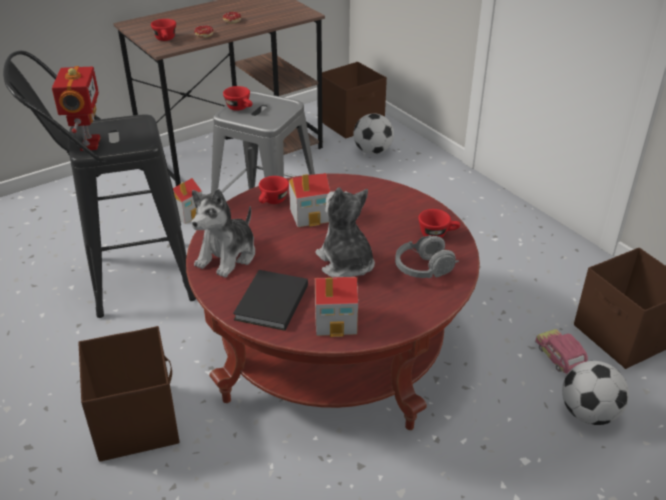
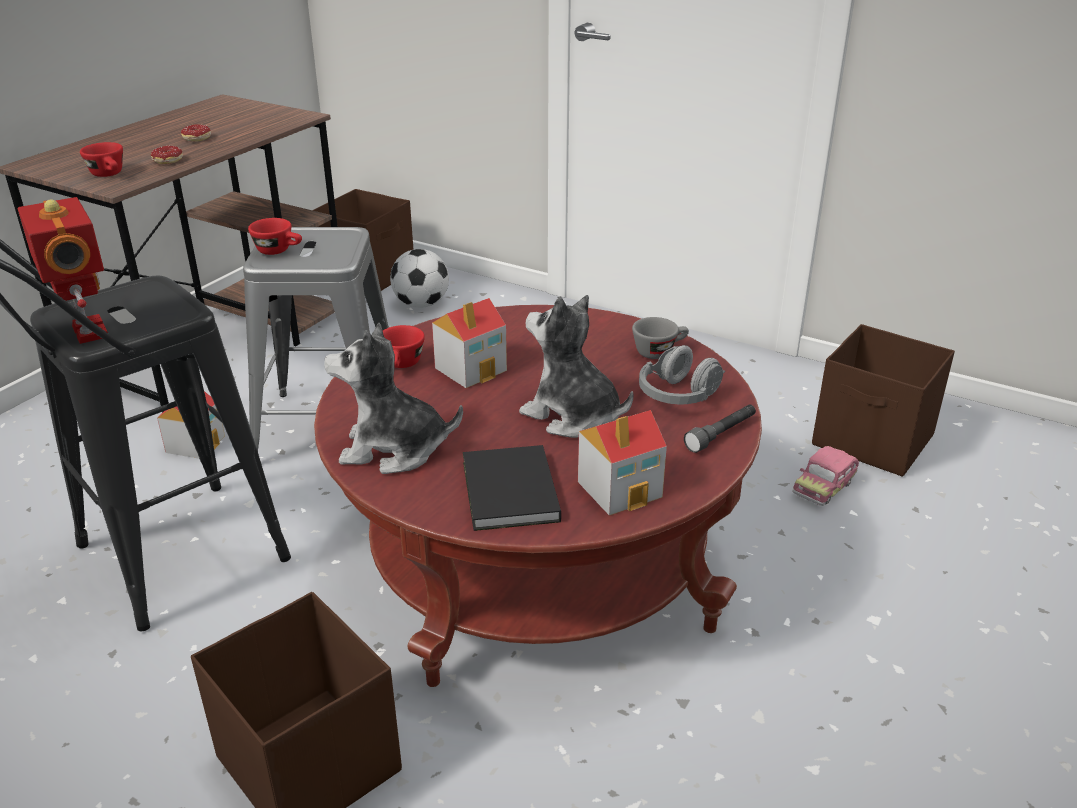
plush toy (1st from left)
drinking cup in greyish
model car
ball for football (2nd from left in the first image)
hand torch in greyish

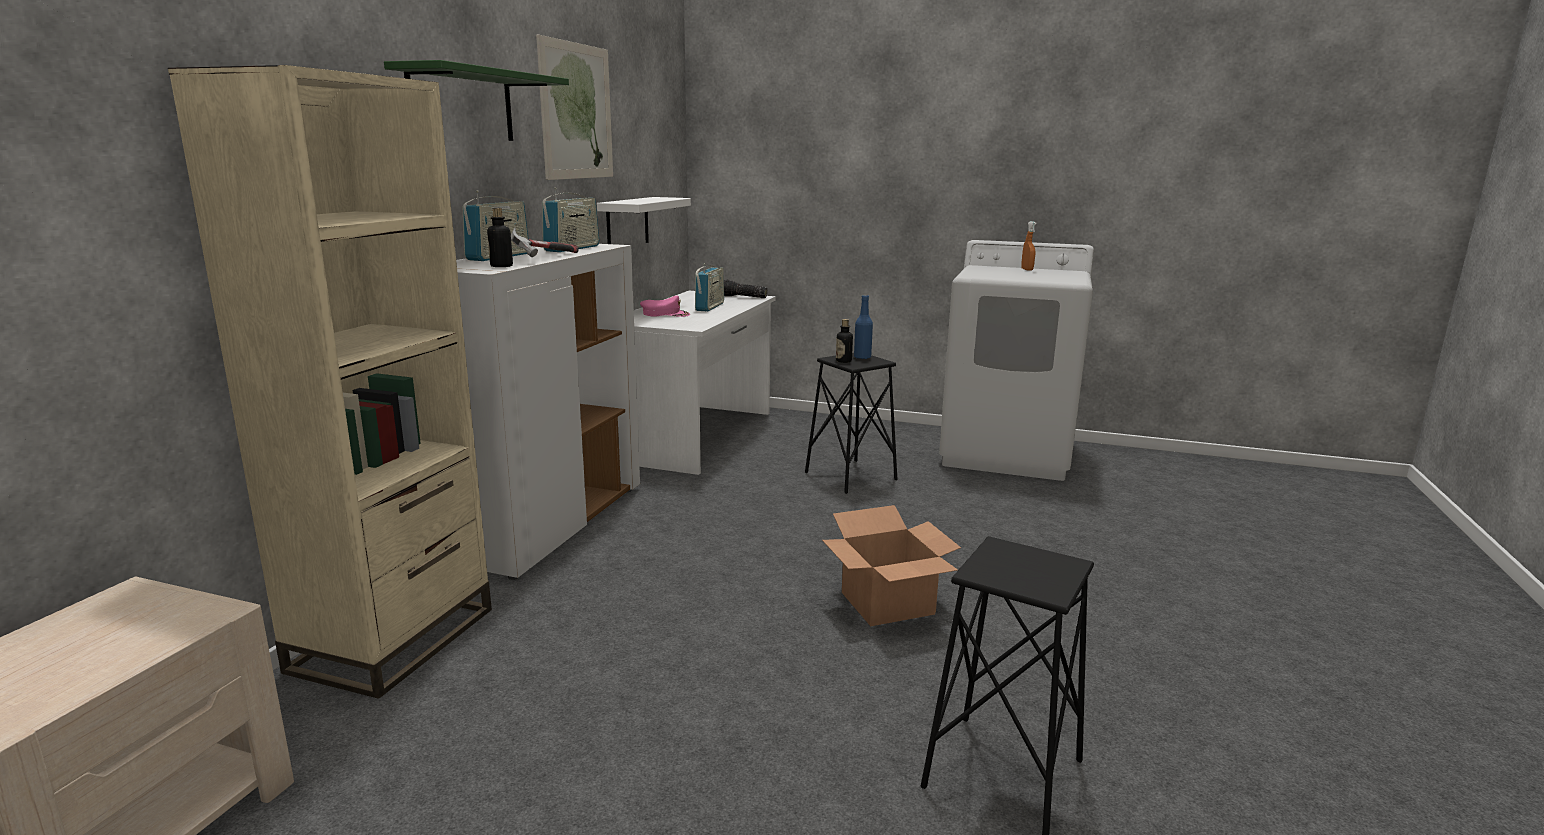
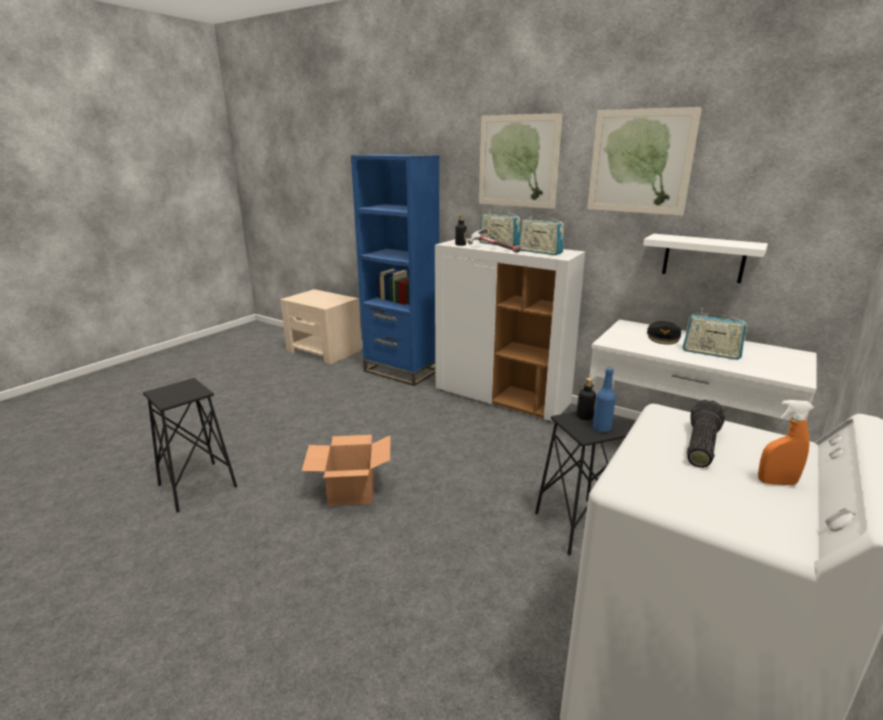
wall picture (1st from left)
bookcase in blue
hand torch
baseball cap in blackish

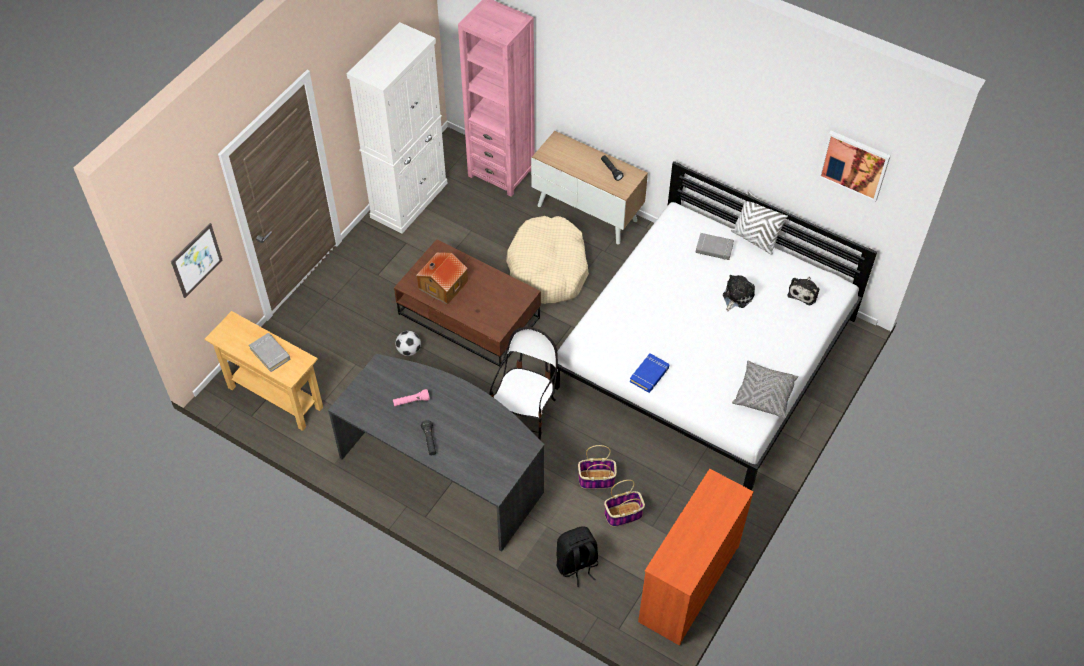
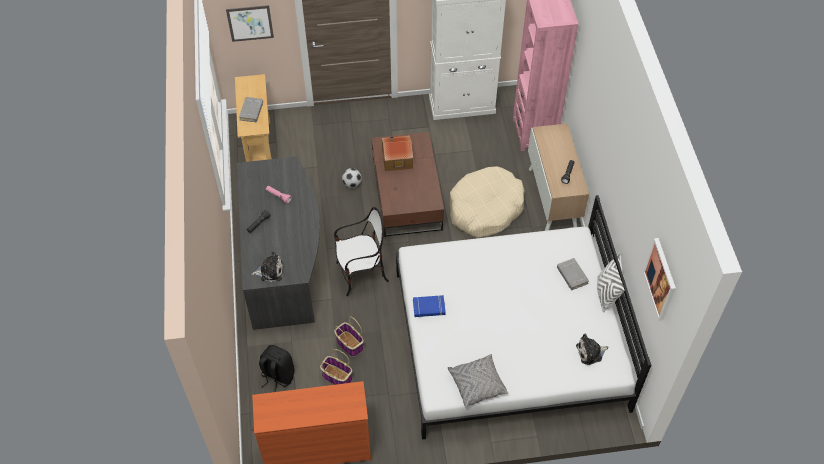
plush toy (1st from left)

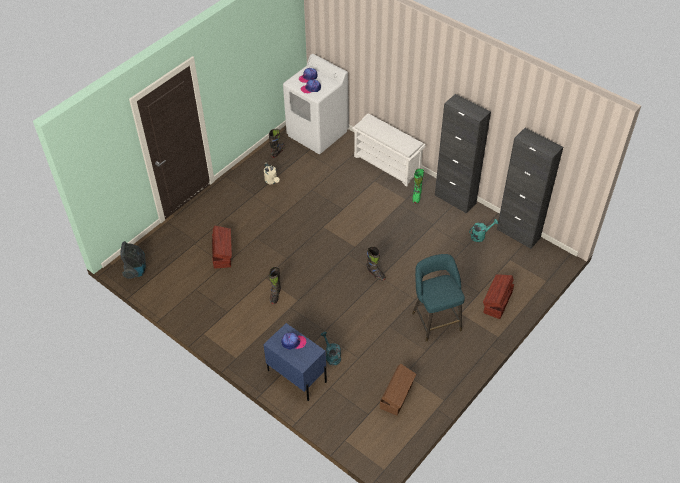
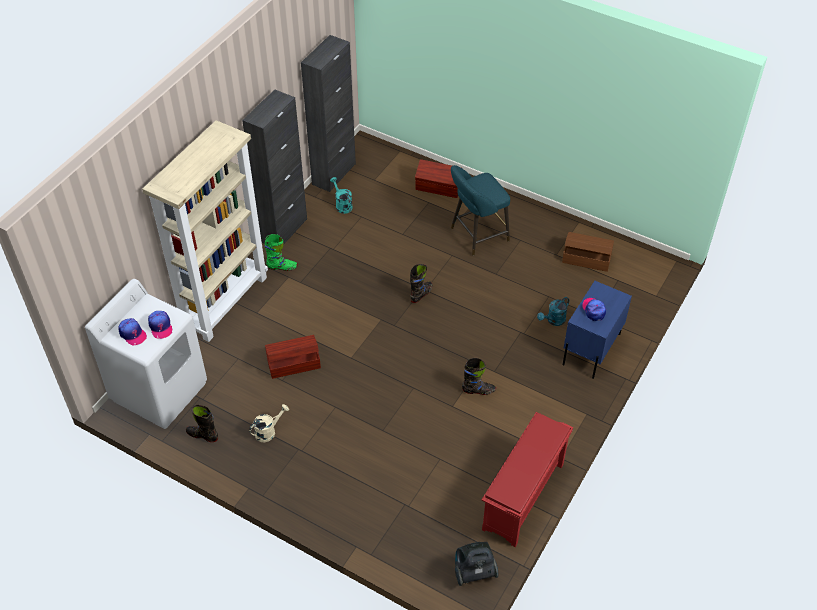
bookcase in sand-coloured
storage box in brown-coloured (1st from left)
shoe stand in red-coloured

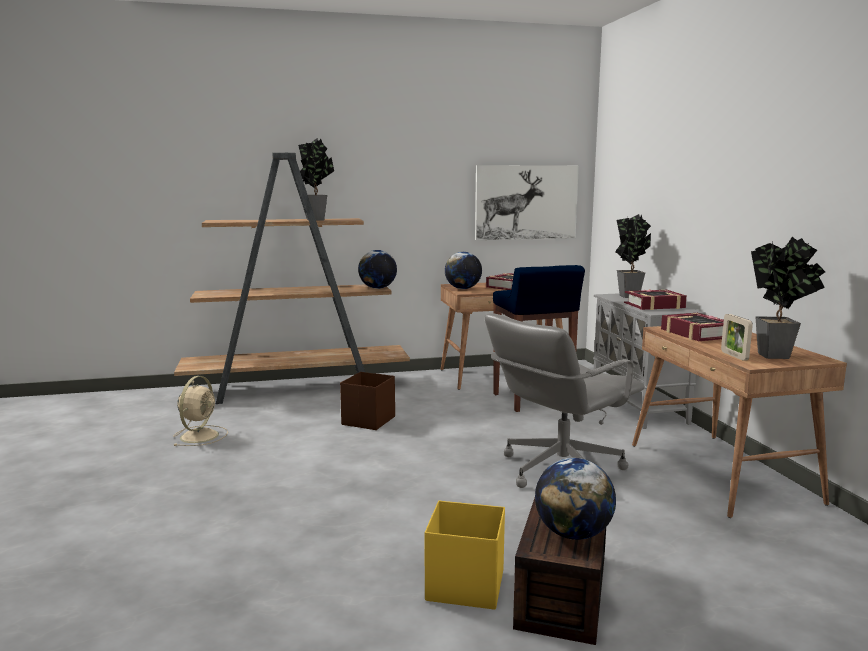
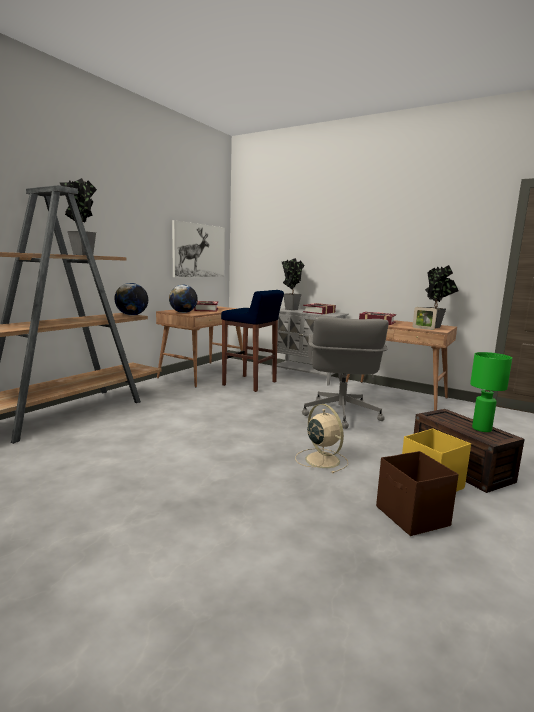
storage box in brown-coloured (1st from left)
fan in sand-coloured
lamp for a table in green-coloured

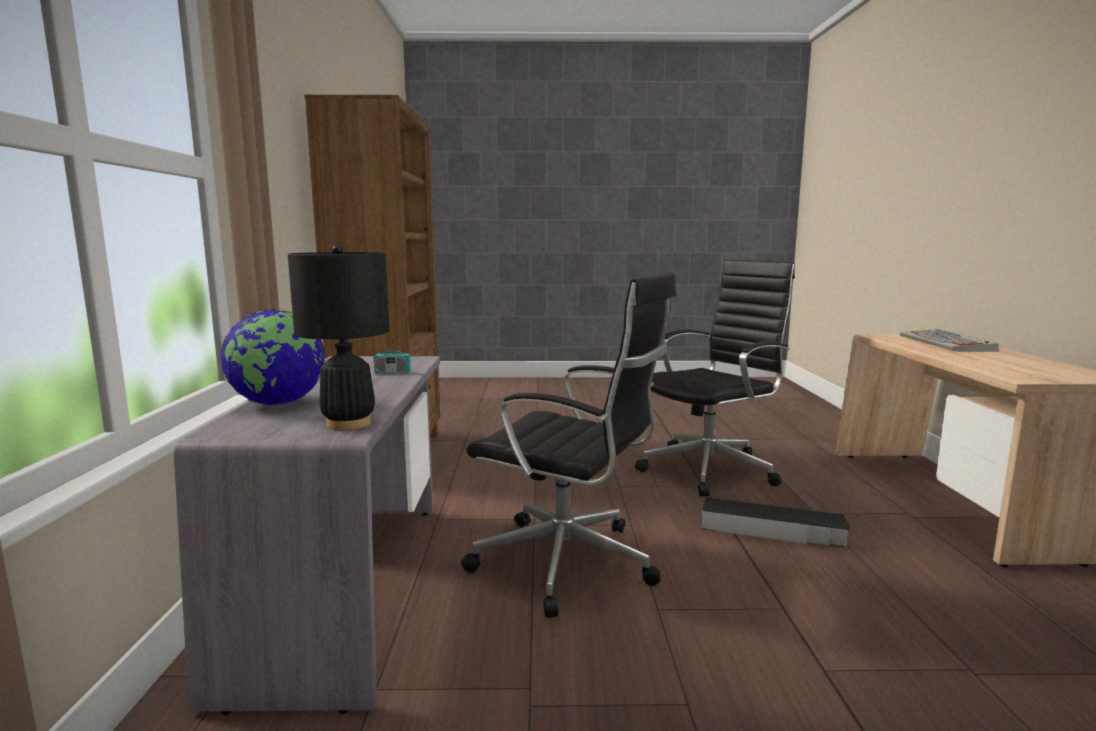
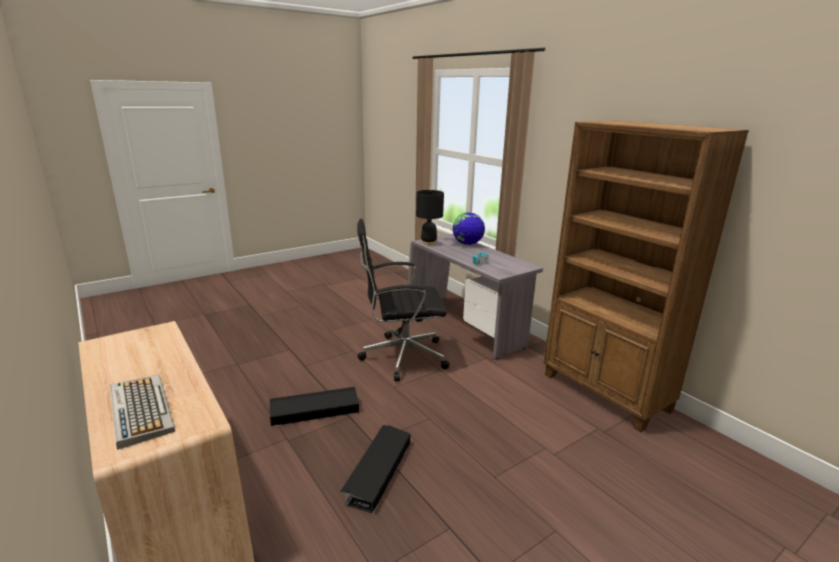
storage box in blackish (2nd from left)

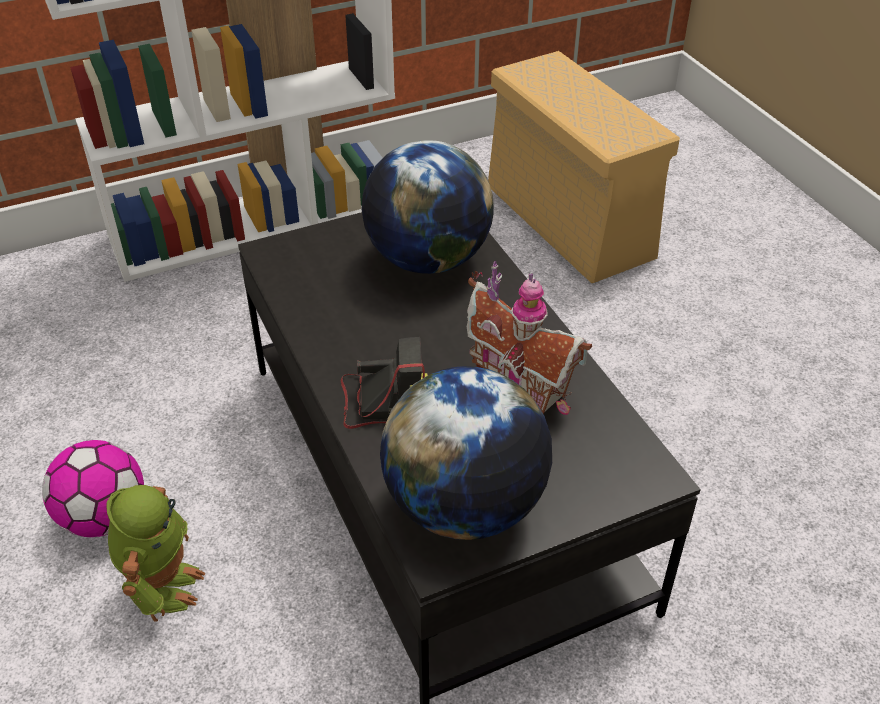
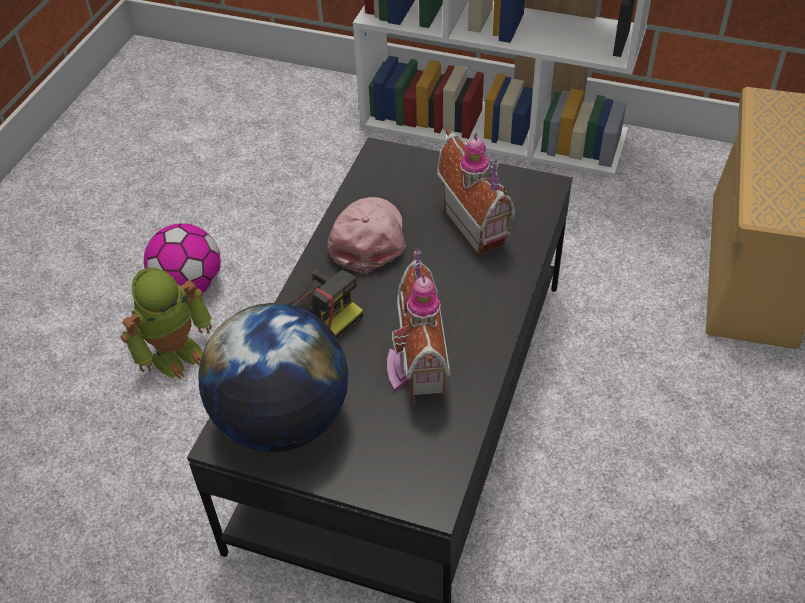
model house (2nd from left)
baseball cap in pinkish

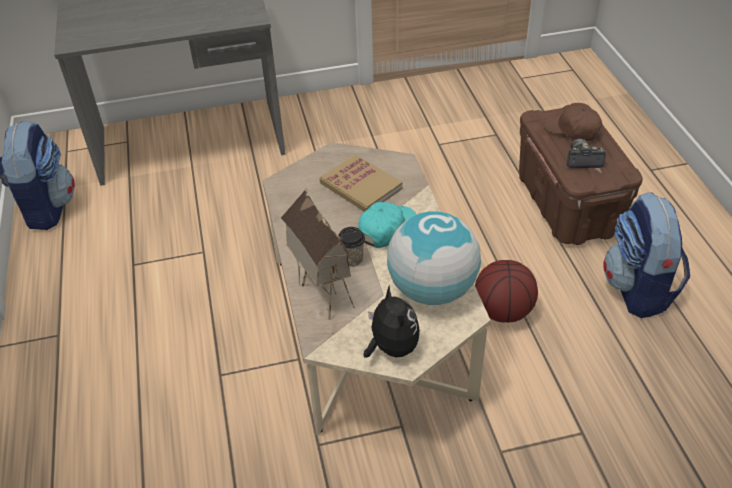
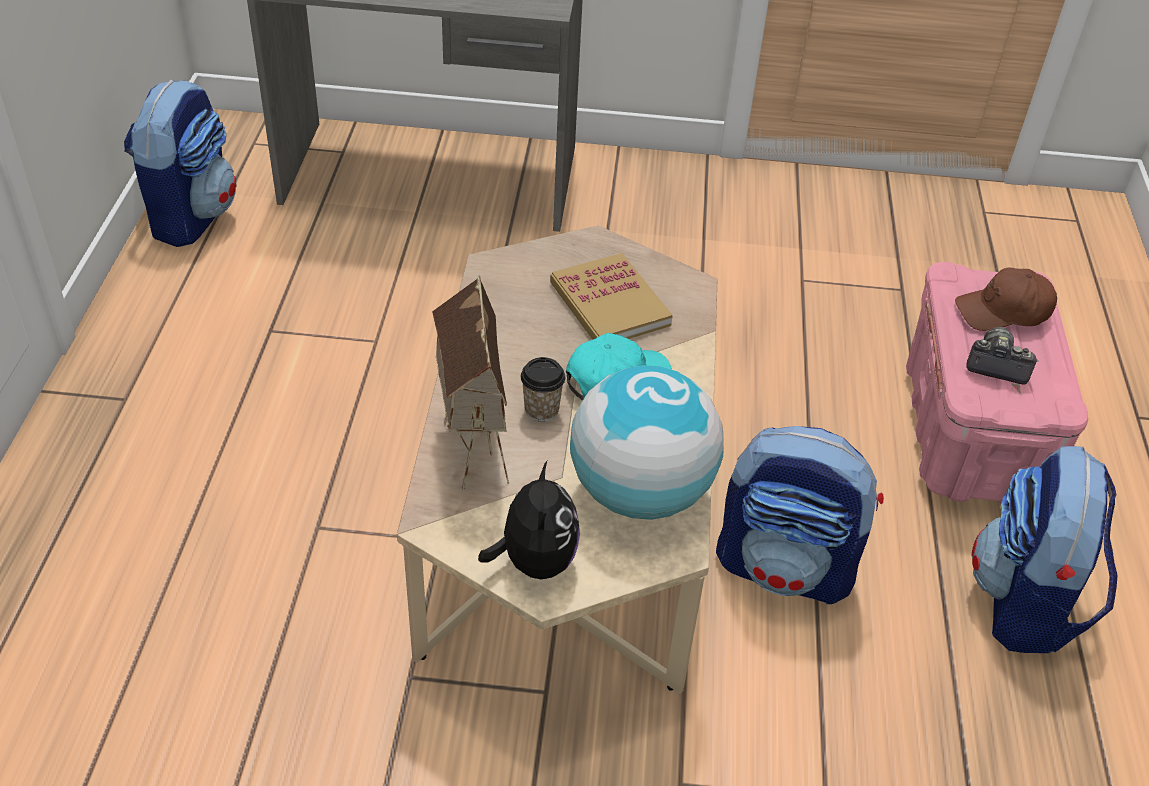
storage box in pinkish
baseball cap in brown-coloured
knapsack (2nd from left)

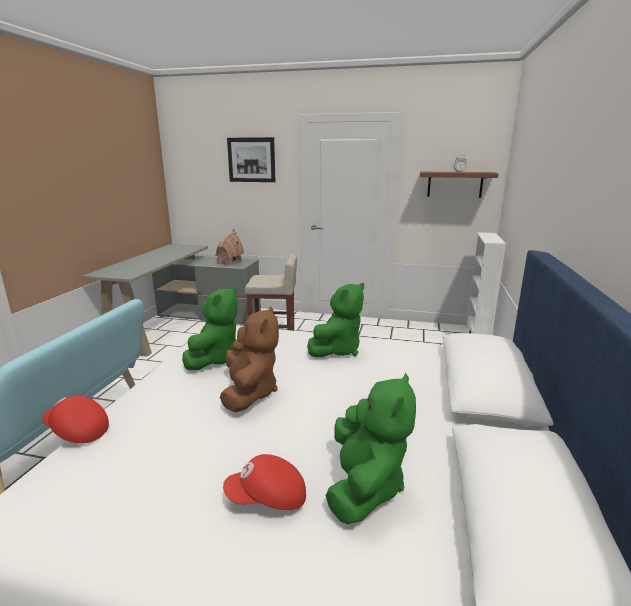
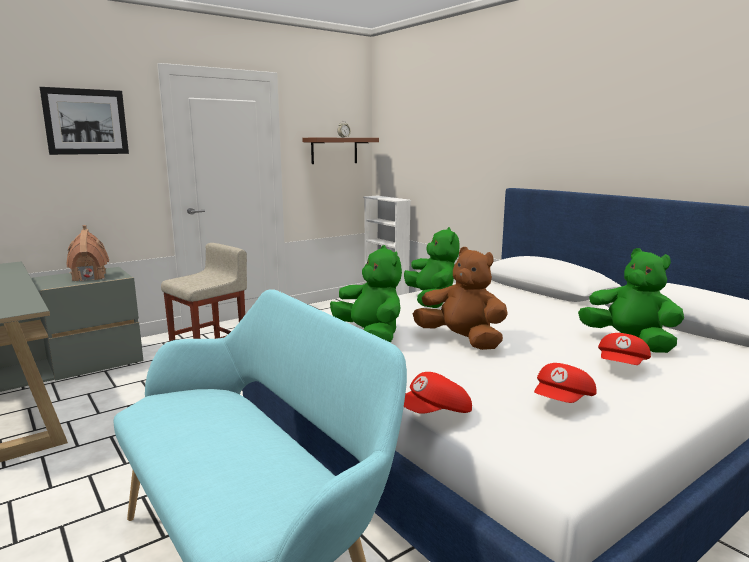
baseball cap in red-coloured (2nd from left)

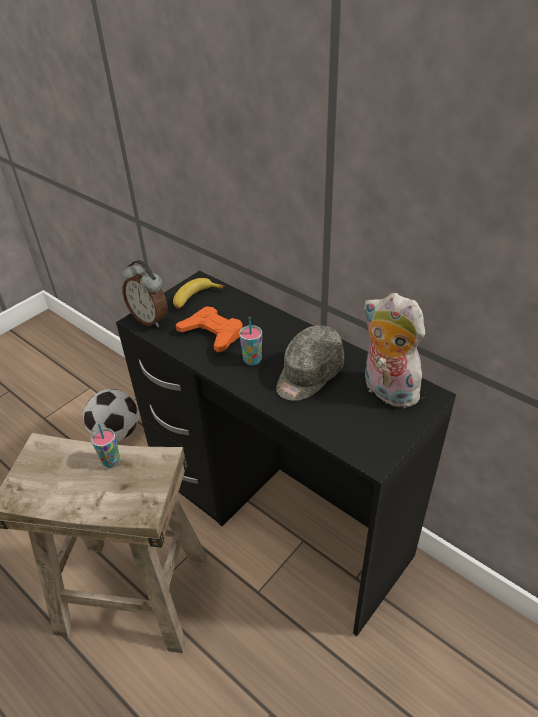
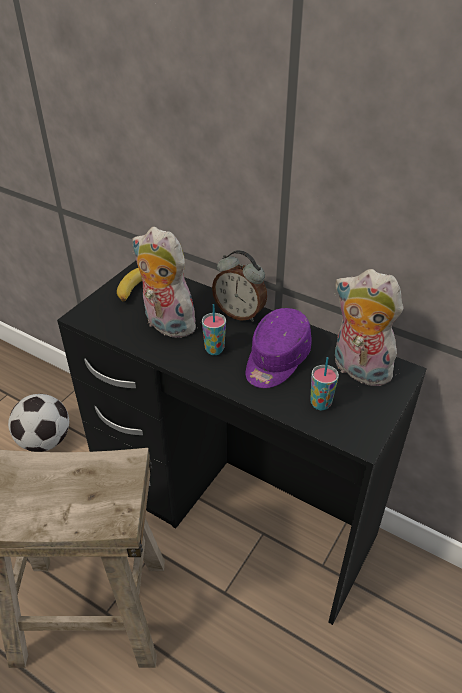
alarm clock
plush toy (1st from left)
baseball cap in purple-coloured
drinking cup (2nd from left)

